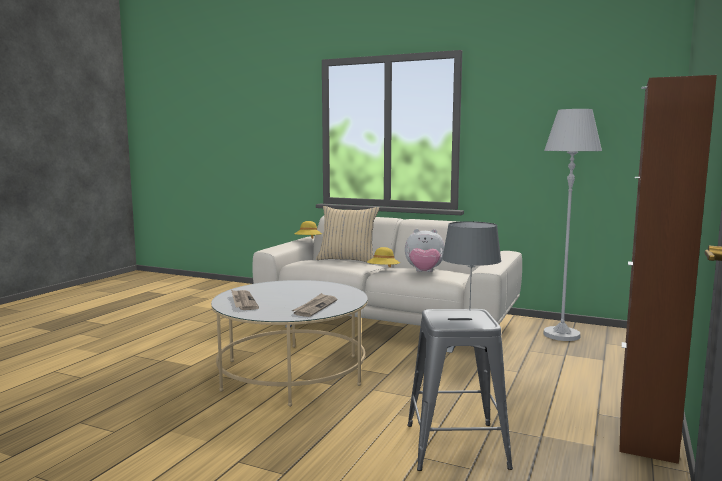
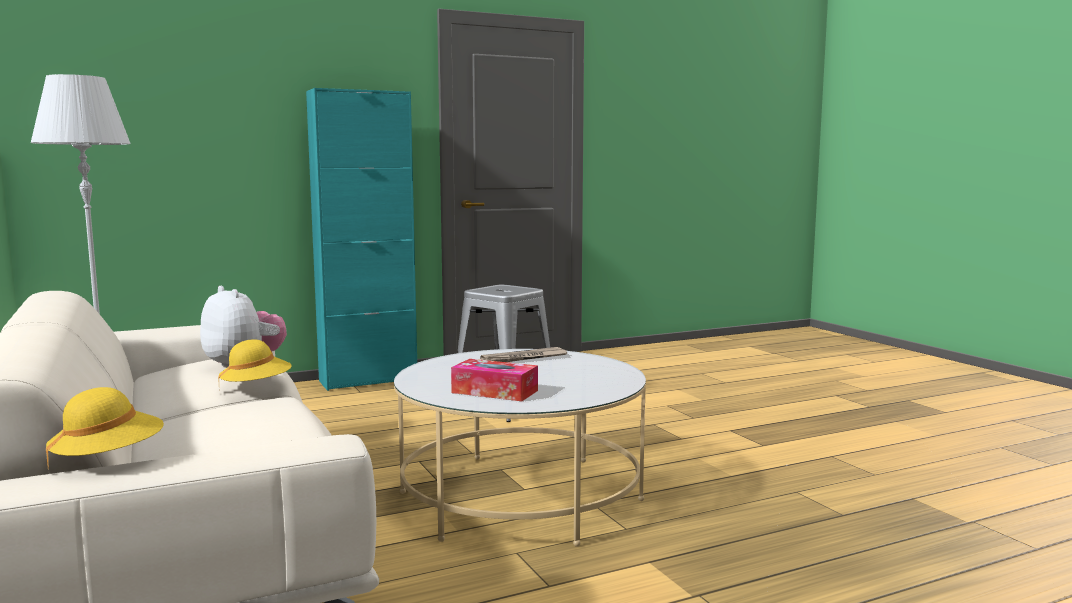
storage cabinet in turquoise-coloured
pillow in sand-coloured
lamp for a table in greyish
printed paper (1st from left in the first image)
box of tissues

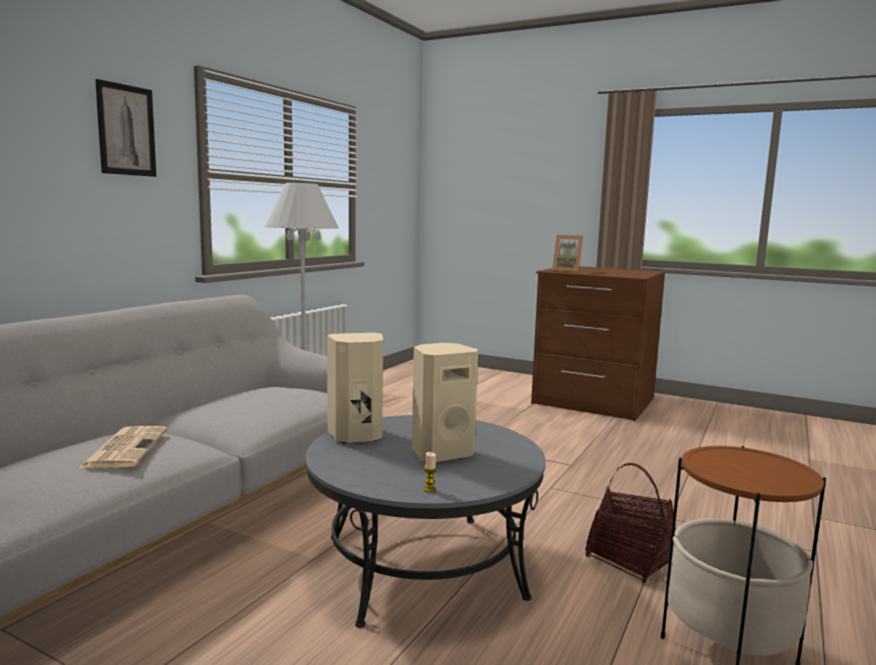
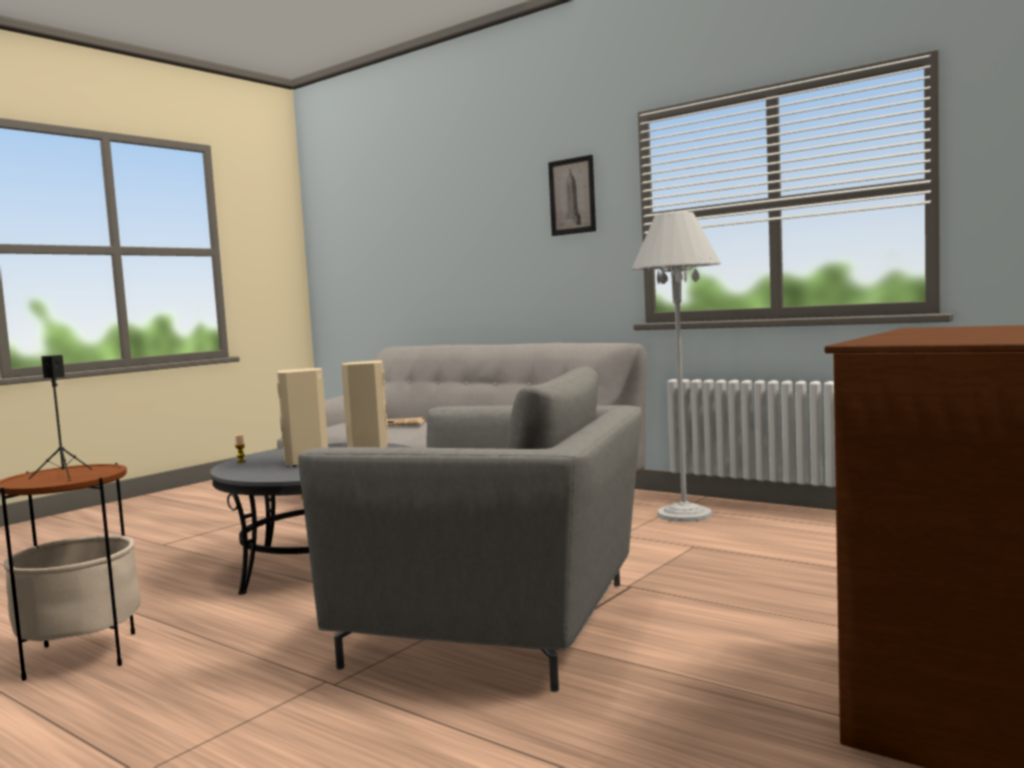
standing frame
basket
speaker in blackish
armchair in greyish

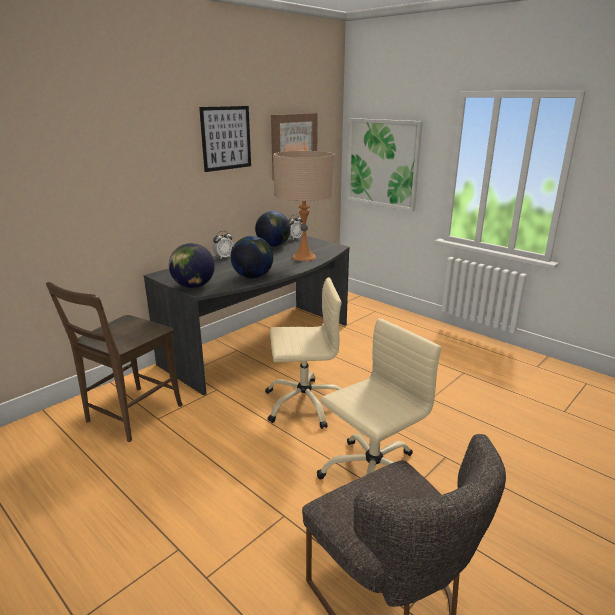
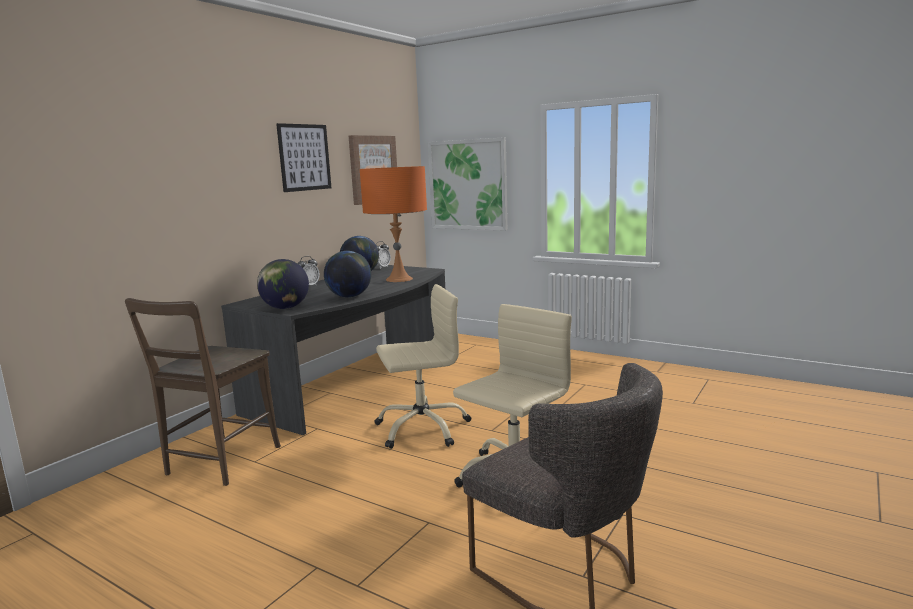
lamp for a table in orange-coloured

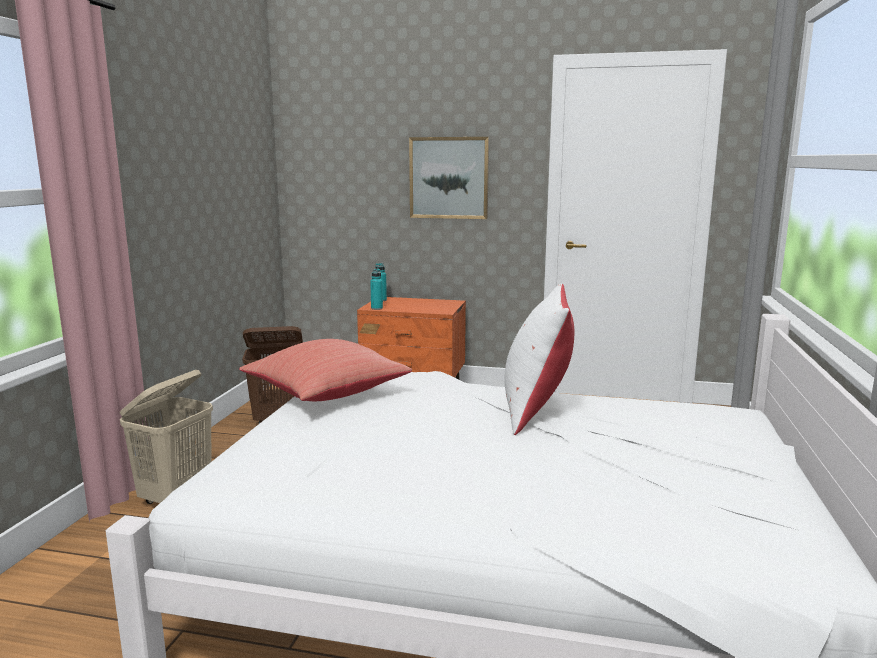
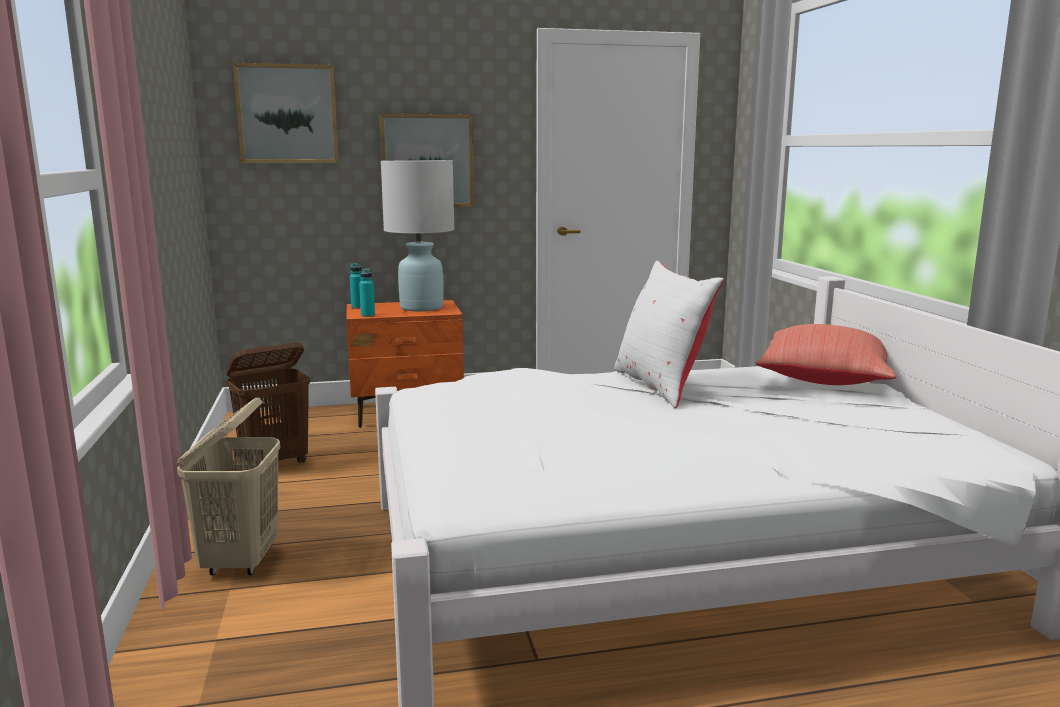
pillow in red-coloured
wall picture (1st from left)
lamp for a table in whitish

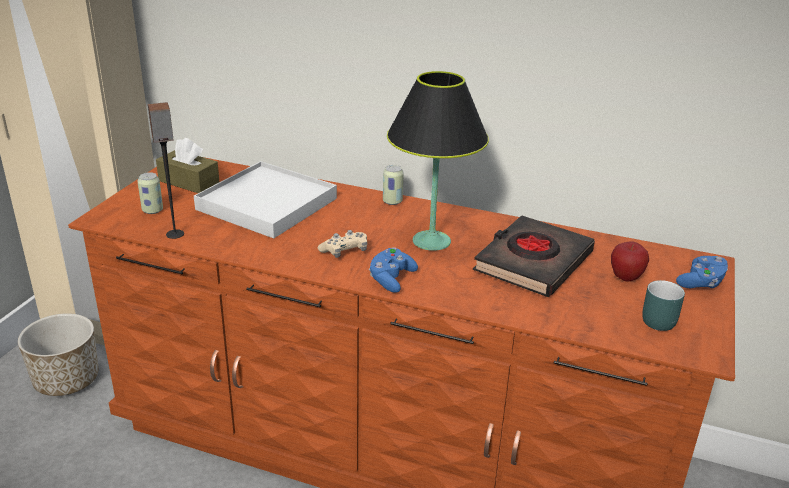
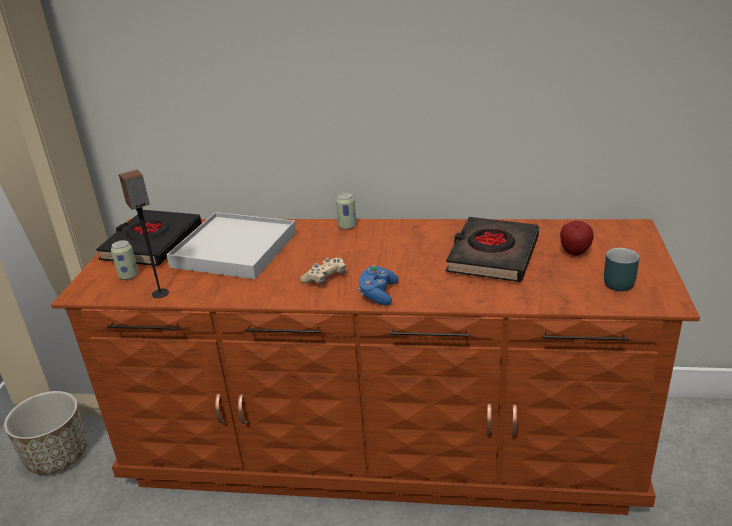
lamp for a table in blackish
book in blackish (1st from left)
game controller in blue (2nd from left in the first image)

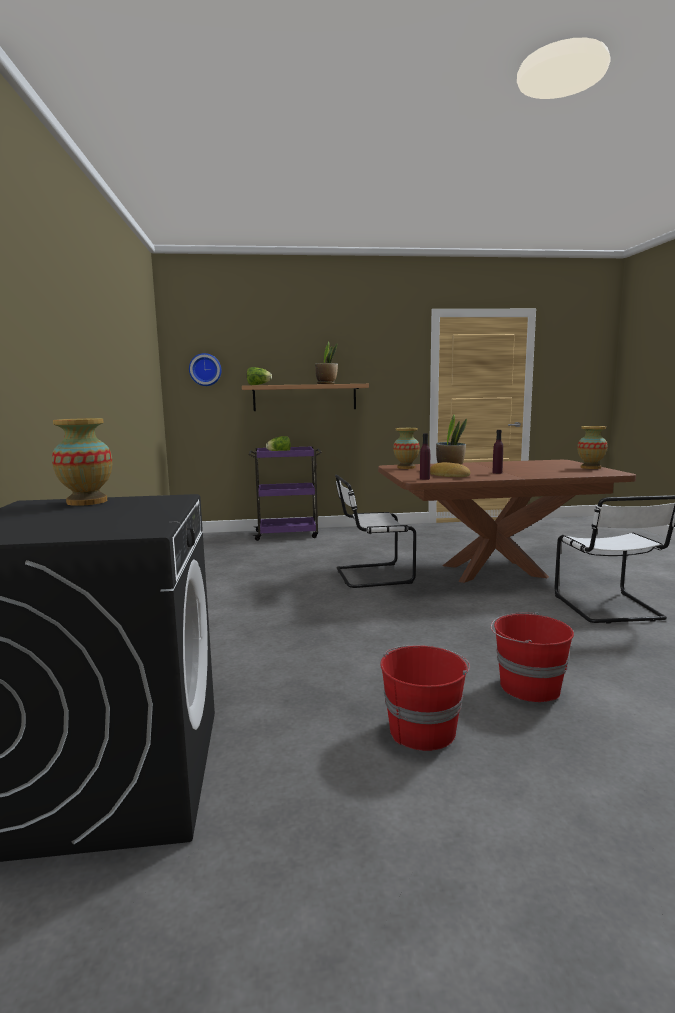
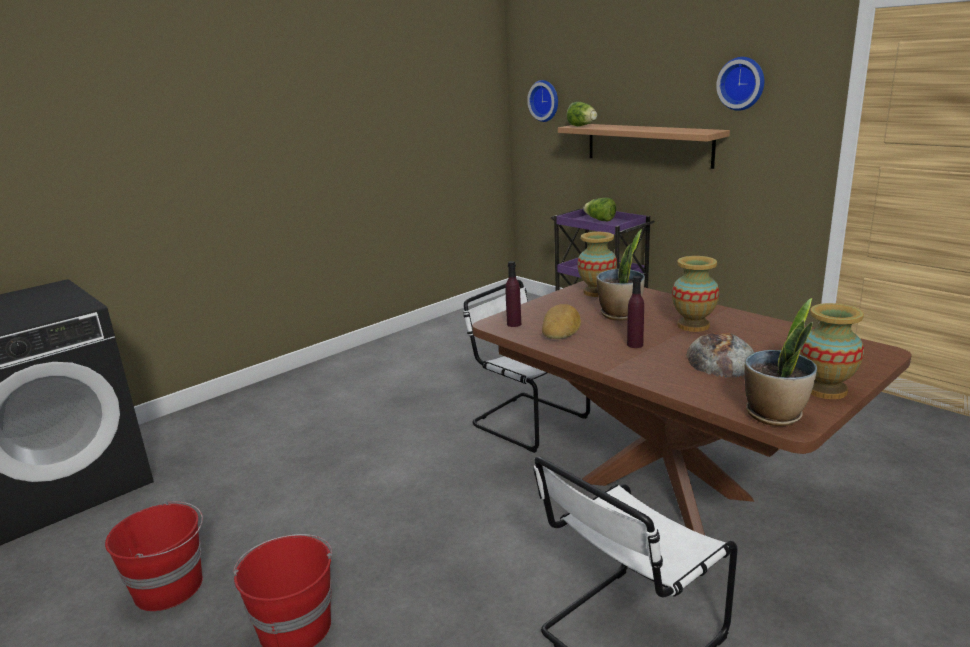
plant in a pot (2nd from left)
flower vase (2nd from left)
clock on the wall (2nd from left)
baked bread (2nd from left)

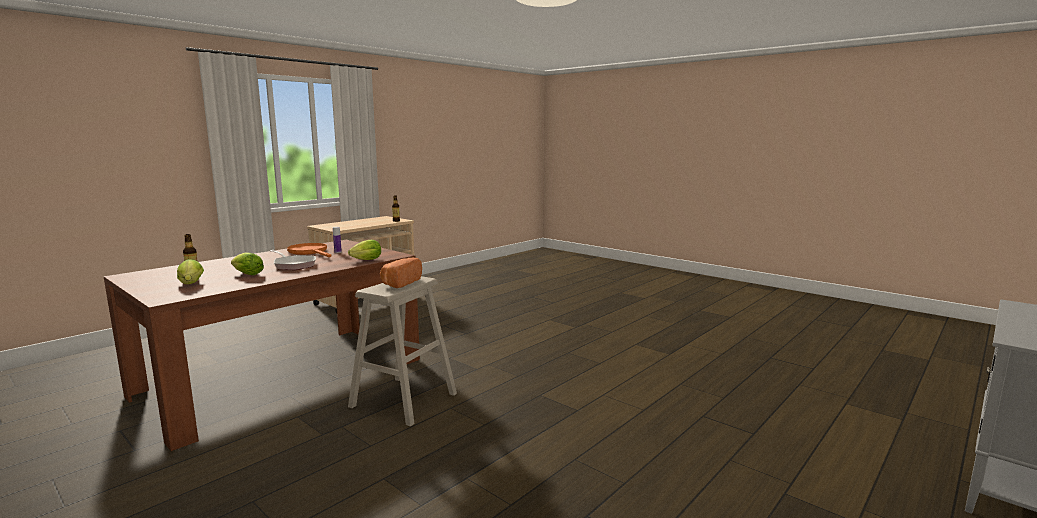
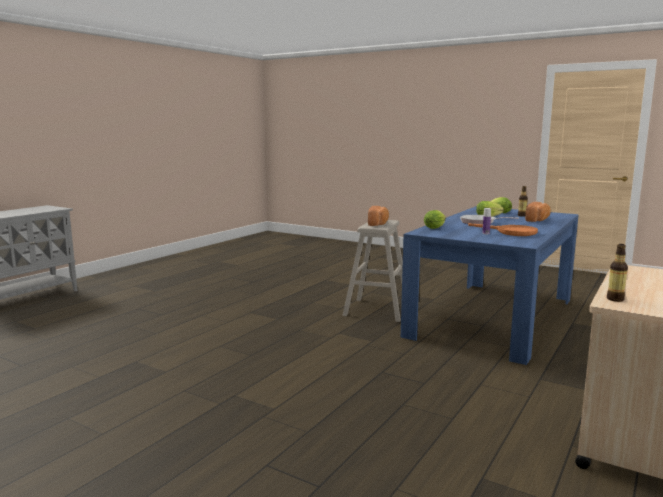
kitchen table in blue
baked bread (2nd from left)

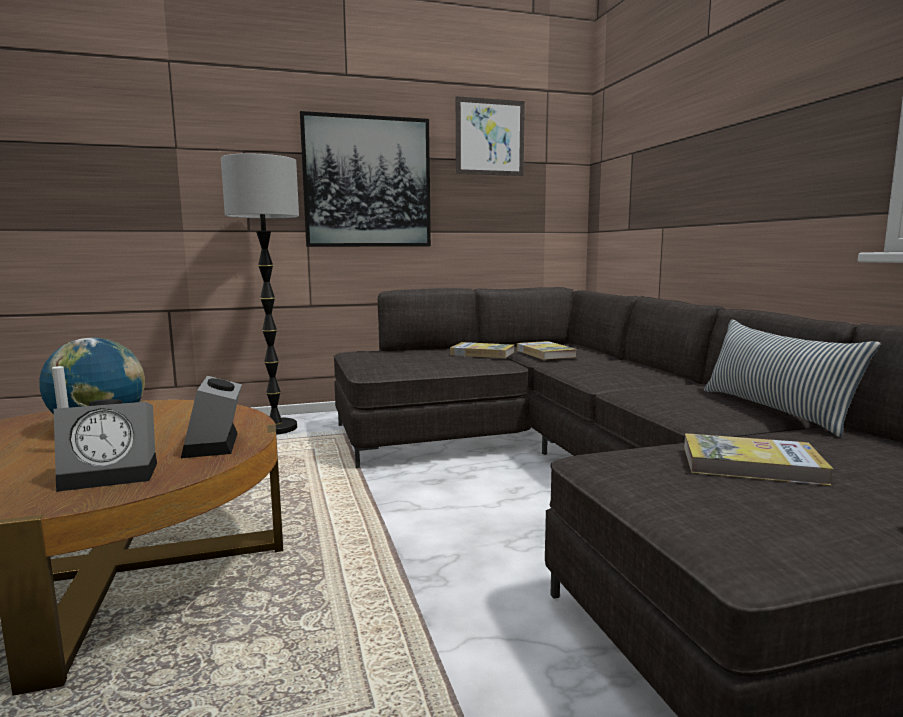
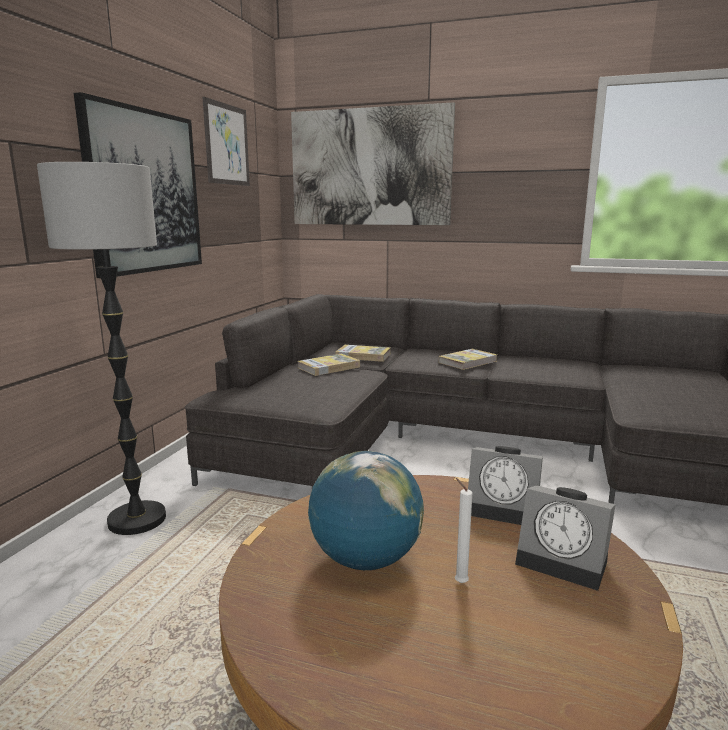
pillow
alarm clock (2nd from left)
book (3rd from left)
wall picture (3rd from left)

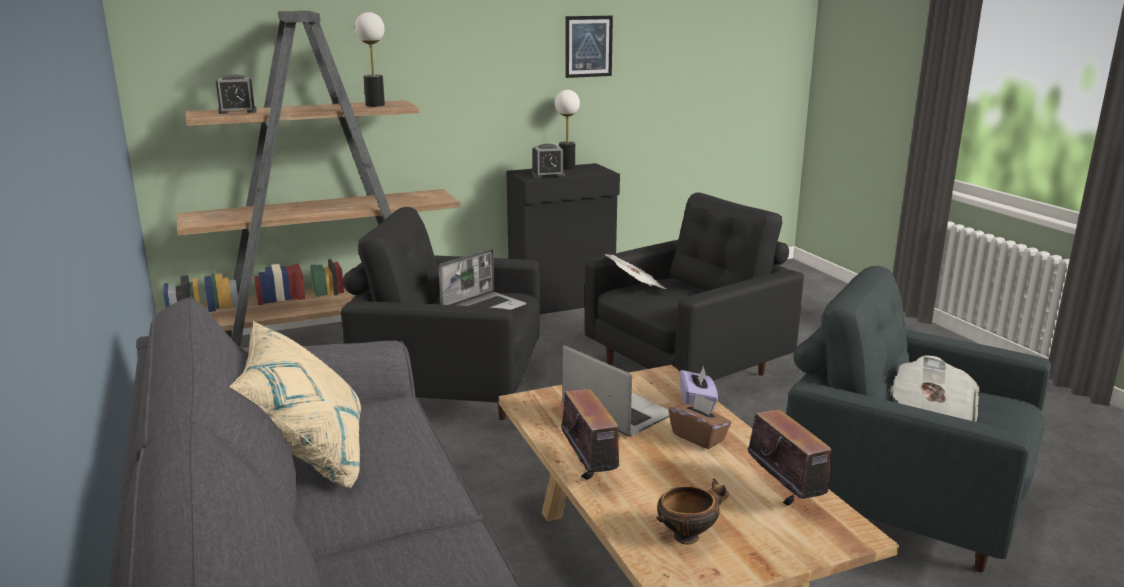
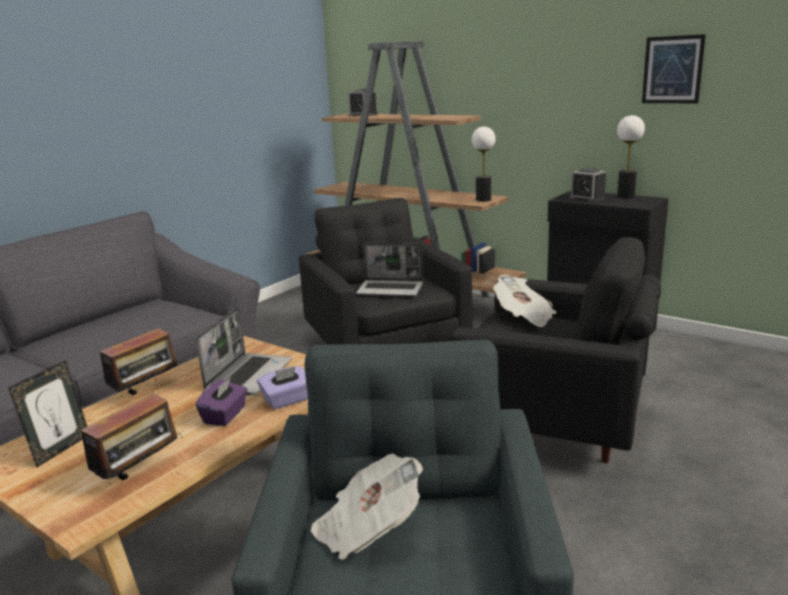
lamp for a table (1st from left)
pillow in sand-coloured
box of tissues in purple-coloured (1st from left)
standing frame

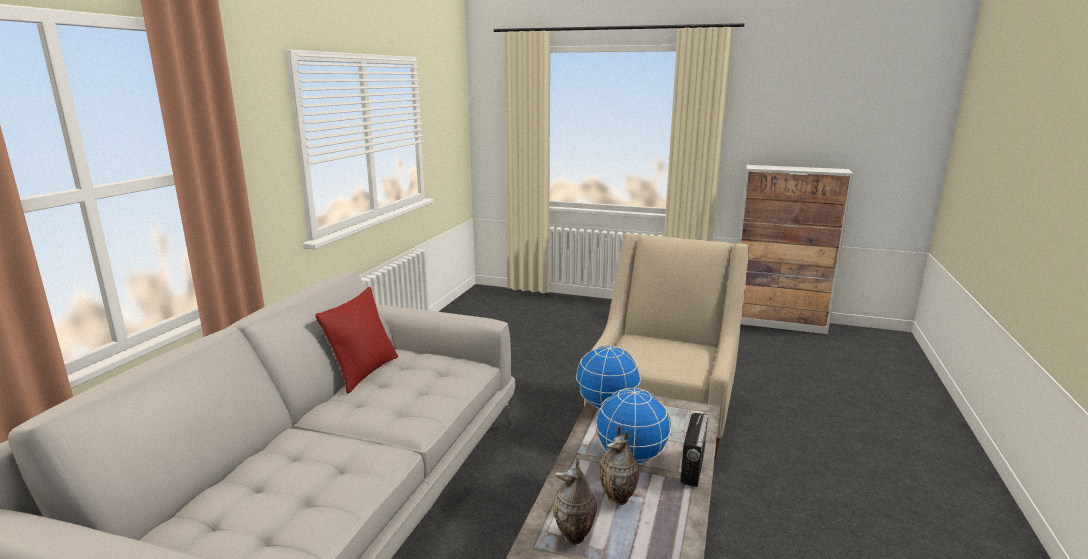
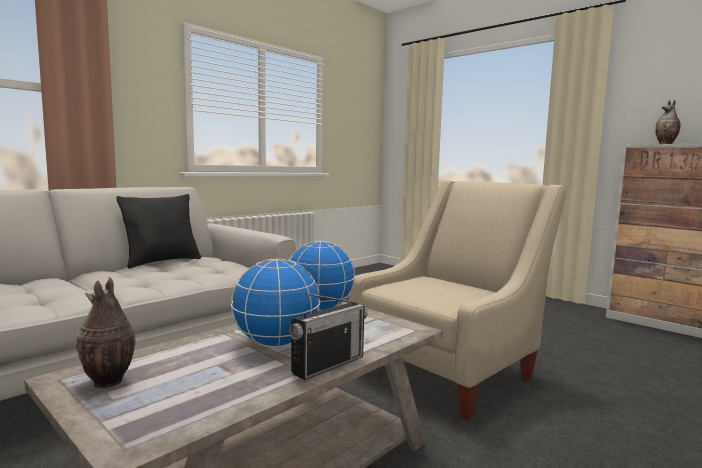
pillow in blackish
flower vase (2nd from left)

